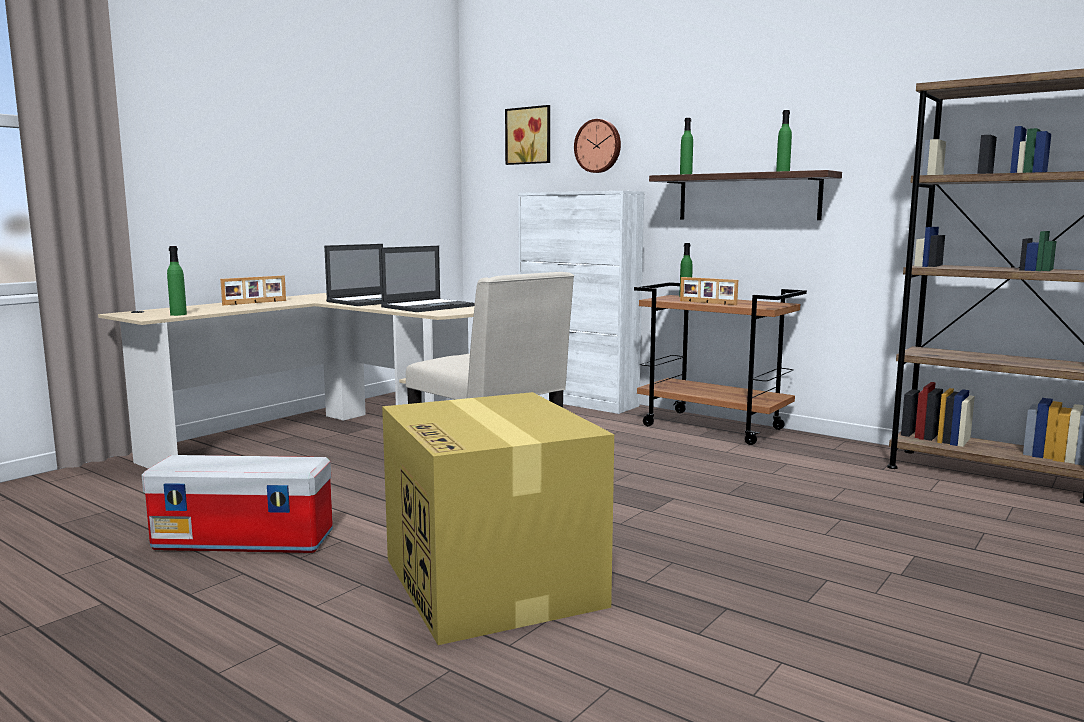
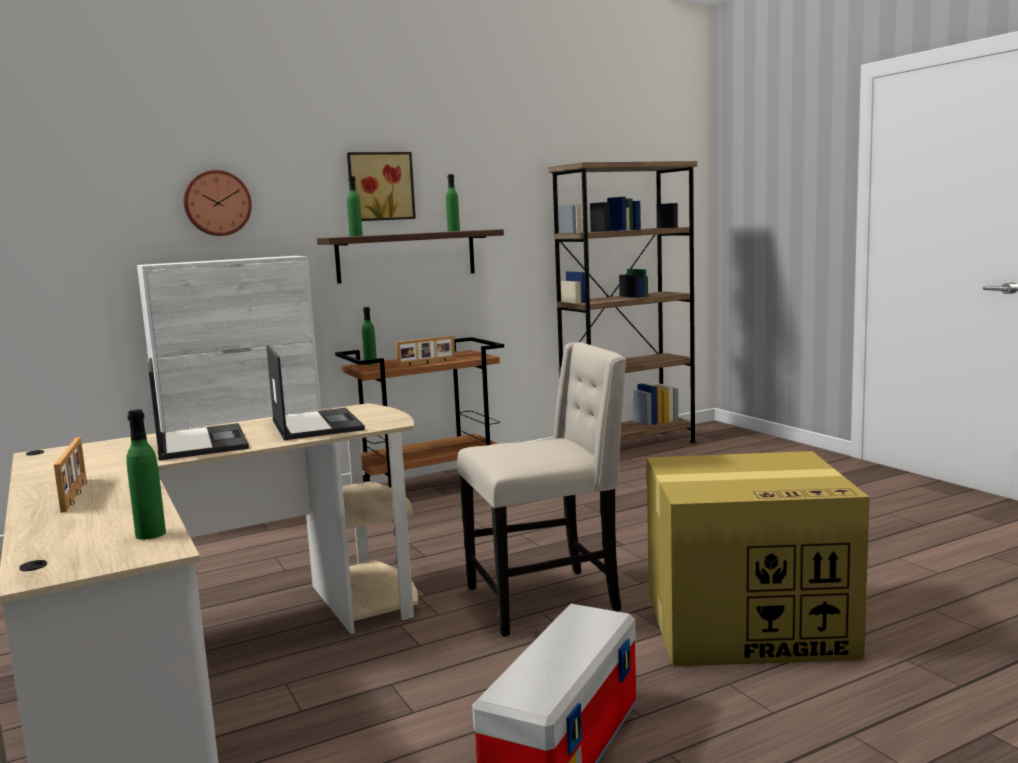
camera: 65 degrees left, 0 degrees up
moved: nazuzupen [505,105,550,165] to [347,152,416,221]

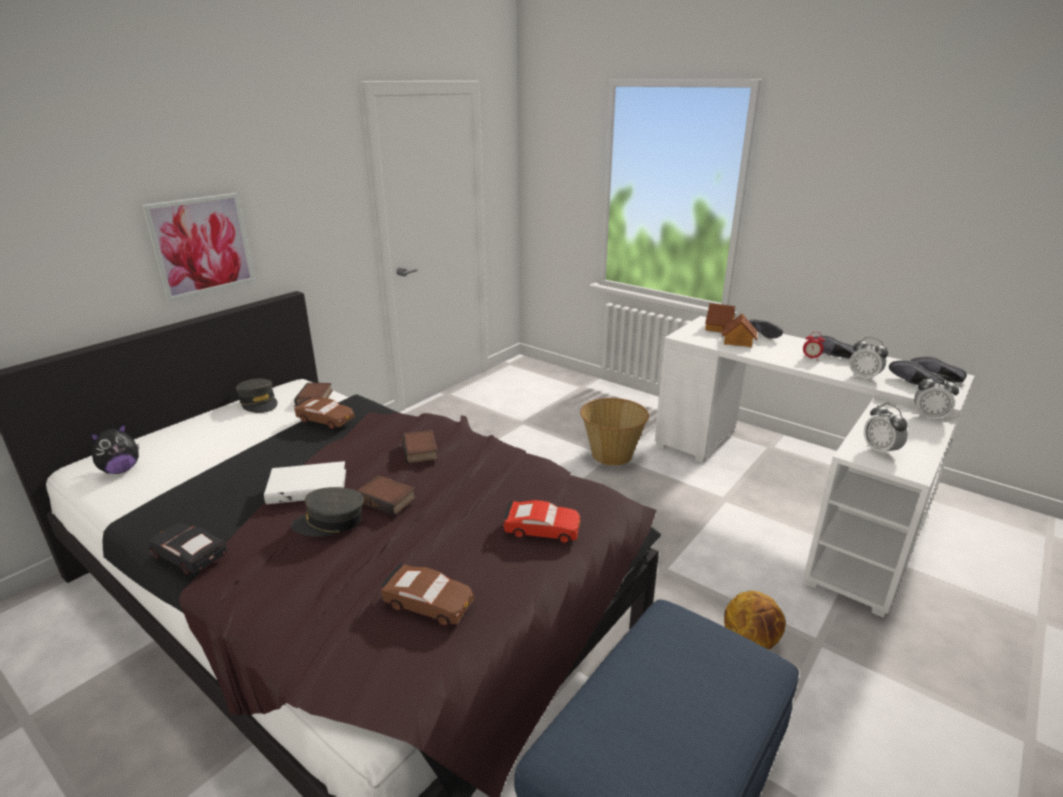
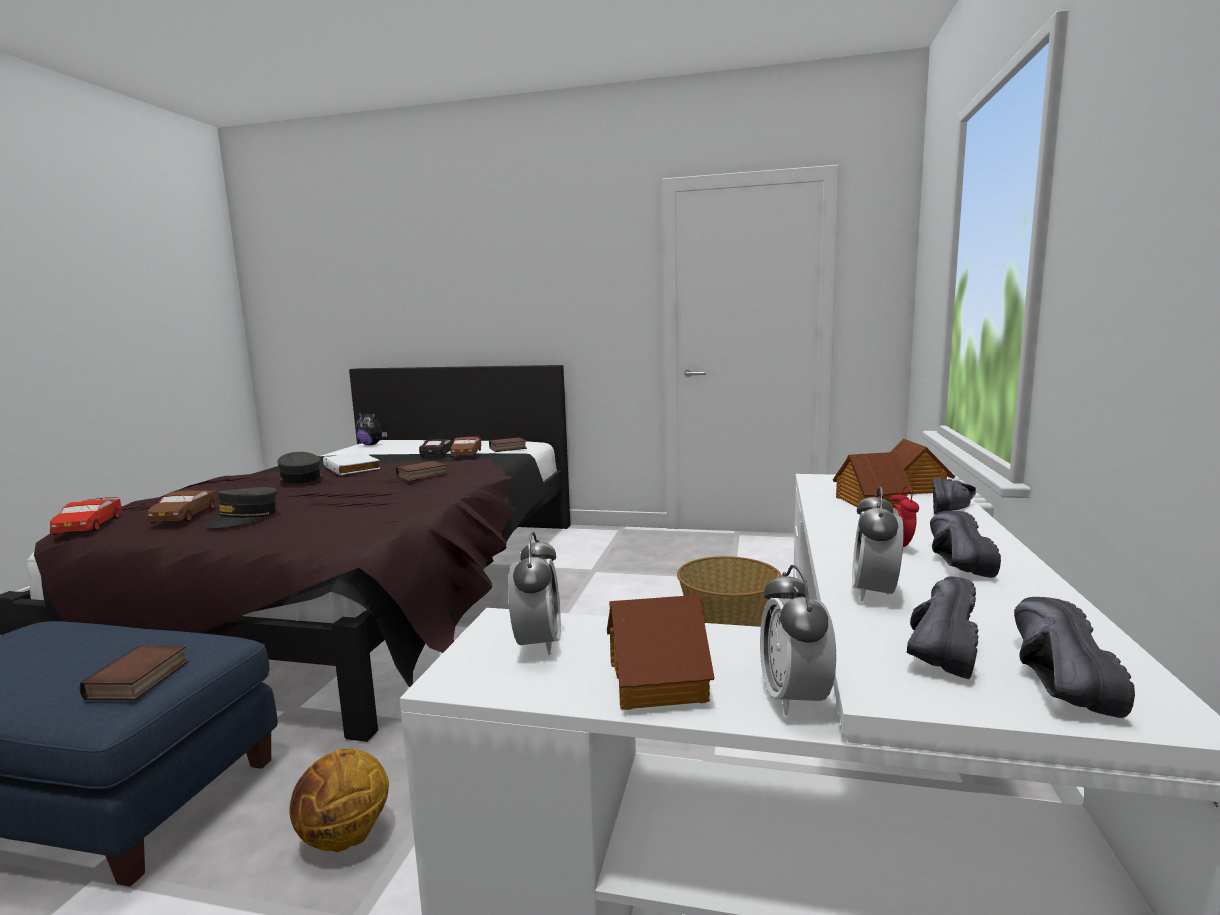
camera: 65 degrees right, 15 degrees down
removed: nazuzupen [142,193,255,301]
added: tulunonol [607,595,715,710]
moved: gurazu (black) [148,523,227,574] to [419,439,454,457]; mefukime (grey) [236,378,277,413] to [205,487,277,528]; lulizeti [356,475,416,516] to [79,645,188,701]; gurazu (red) [503,500,580,543] to [50,497,122,535]
turned: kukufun [864,403,908,457] = [508,532,561,655] 135 degrees clockwise

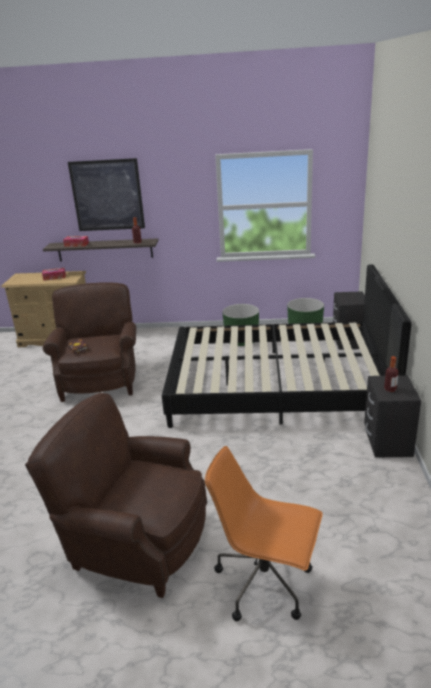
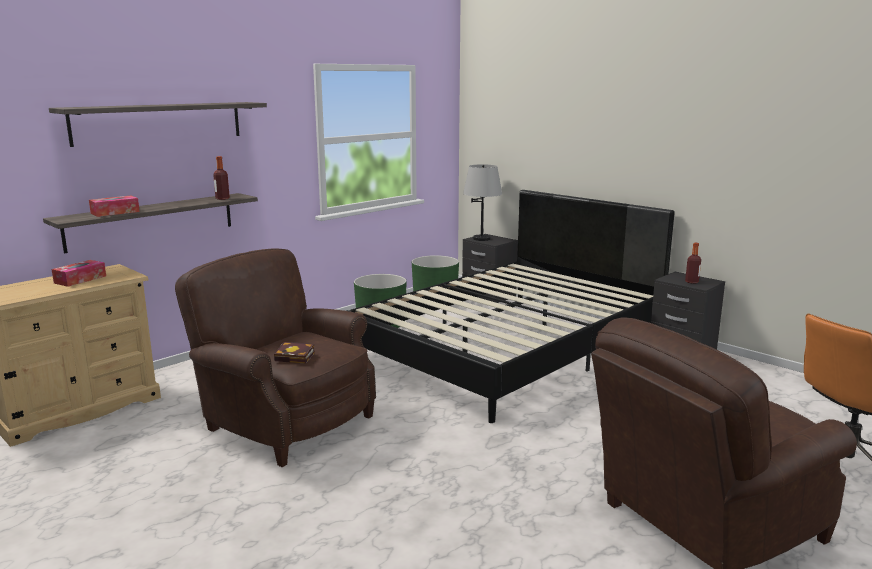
camera: 50 degrees left, 10 degrees down
added: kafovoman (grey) [463,164,502,241]
replaced: nazuzupen [68,158,145,231] to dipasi [49,102,267,147]

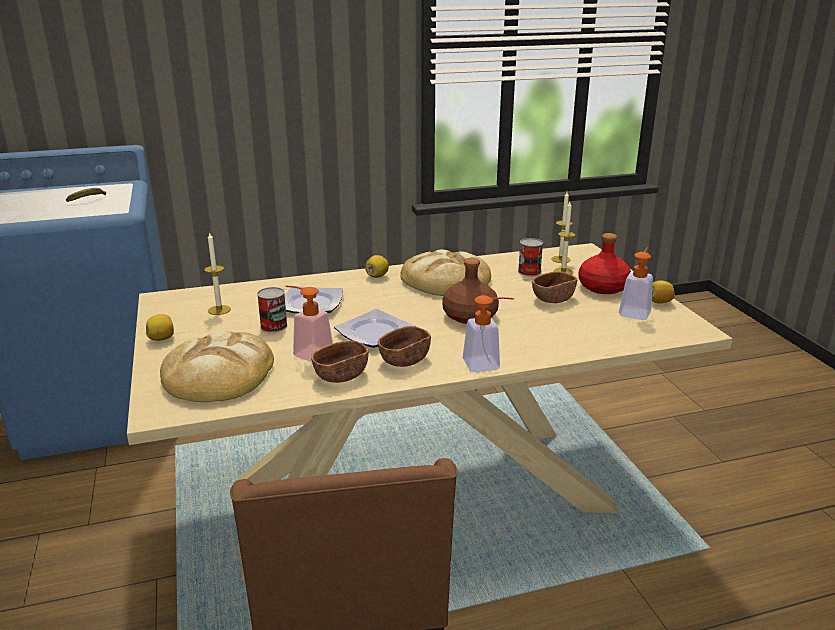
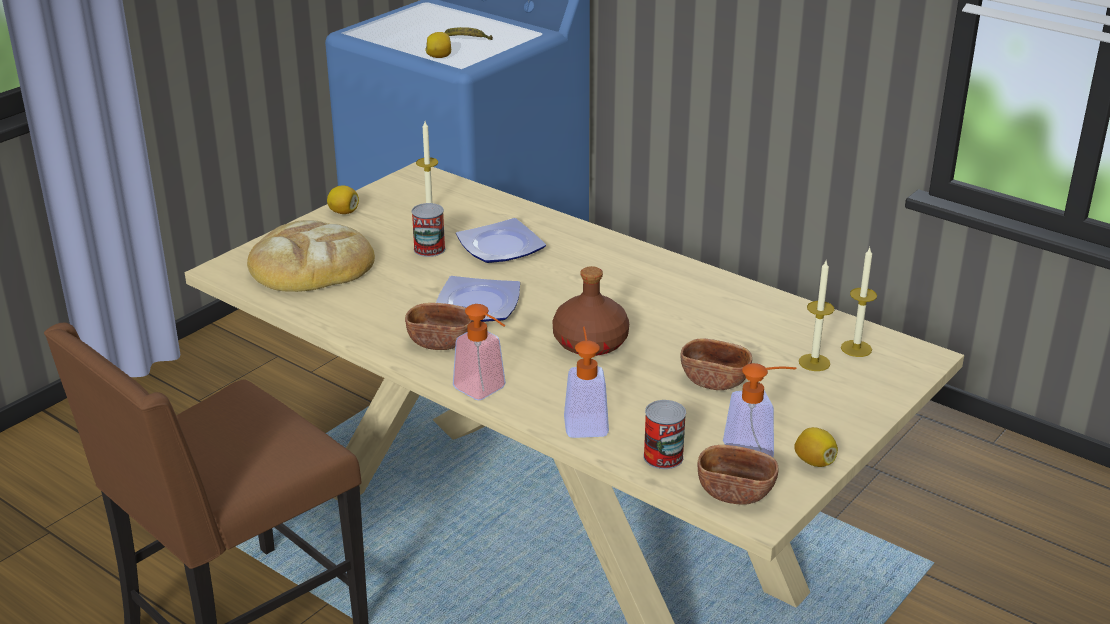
camera: 55 degrees right, 5 degrees up
removed: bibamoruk [400,250,491,296]; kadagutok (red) [578,233,631,294]
moved: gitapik [285,286,333,362] to [564,327,609,438]; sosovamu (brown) [311,340,369,383] to [698,445,778,505]; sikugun [365,255,389,278] to [425,32,451,58]; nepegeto [518,238,543,276] to [643,400,686,469]

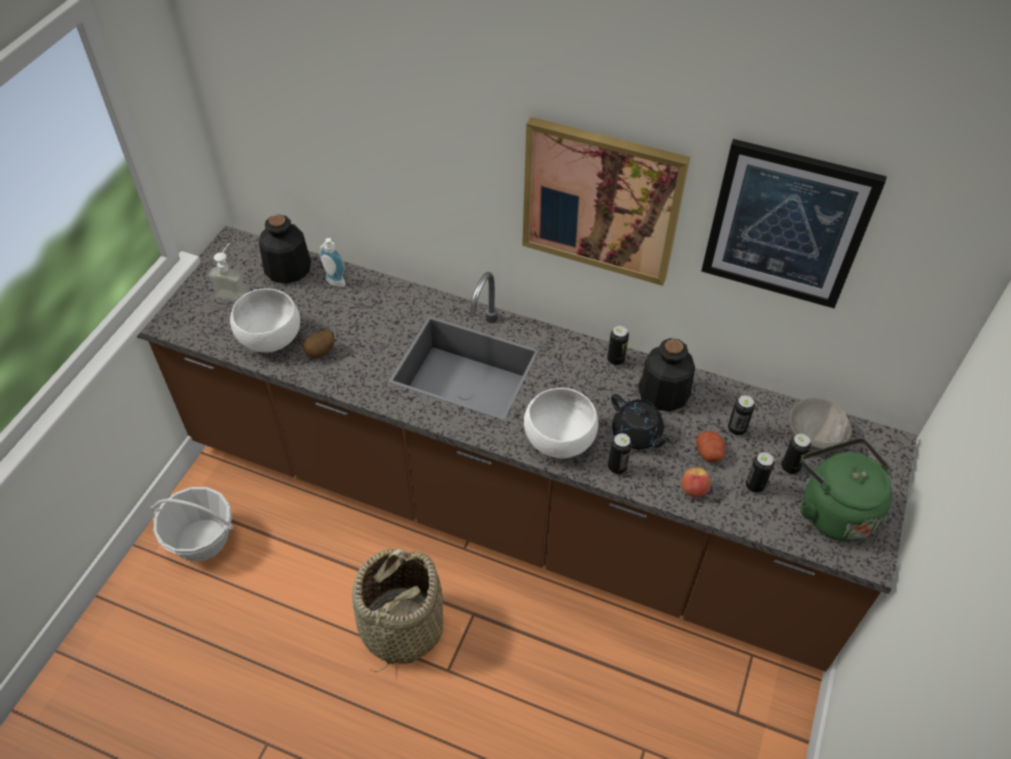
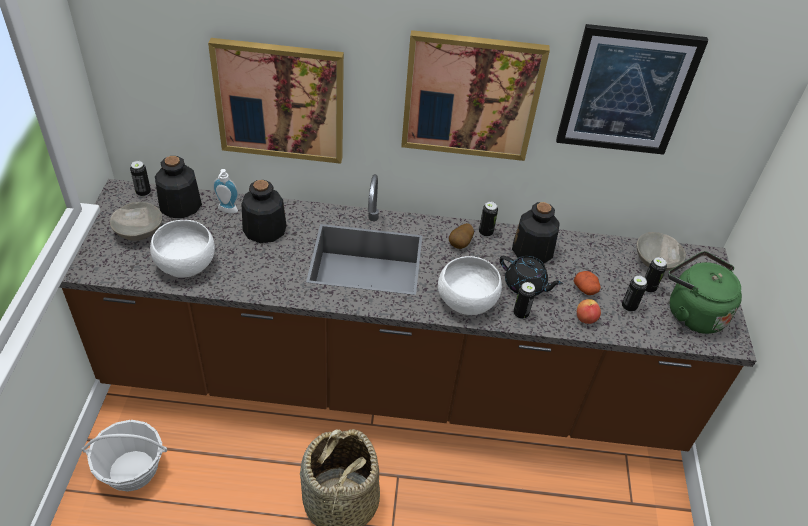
camera: 20 degrees left, 5 degrees down
added: nazuzupen [208,38,344,164]; kadagutok [242,180,287,243]
moved: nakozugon [302,330,334,358] to [449,223,474,249]; nepegeto [728,395,755,436] to [130,161,151,197]
replaced: gitapik [208,243,248,302] to sosovamu (grey) [110,202,162,241]

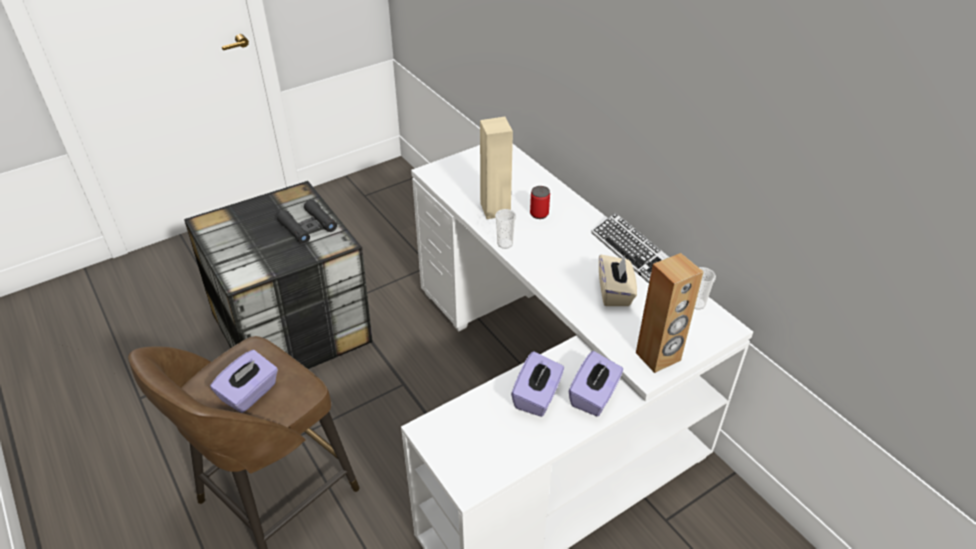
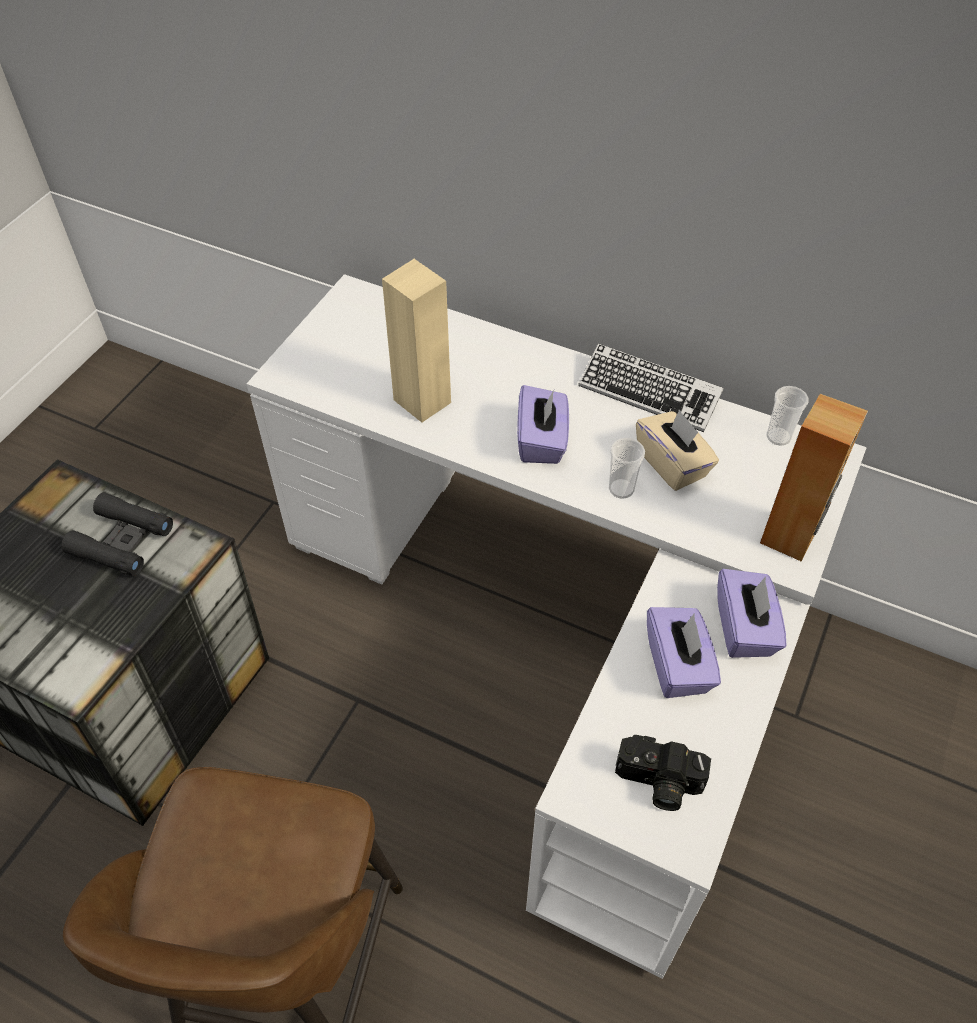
camera: 30 degrees left, 10 degrees up
removed: nepegeto [530,186,550,219]
added: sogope [615,735,711,811]
moved: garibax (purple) [210,350,278,413] to [517,385,569,464]; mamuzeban [495,209,516,249] to [609,438,645,499]

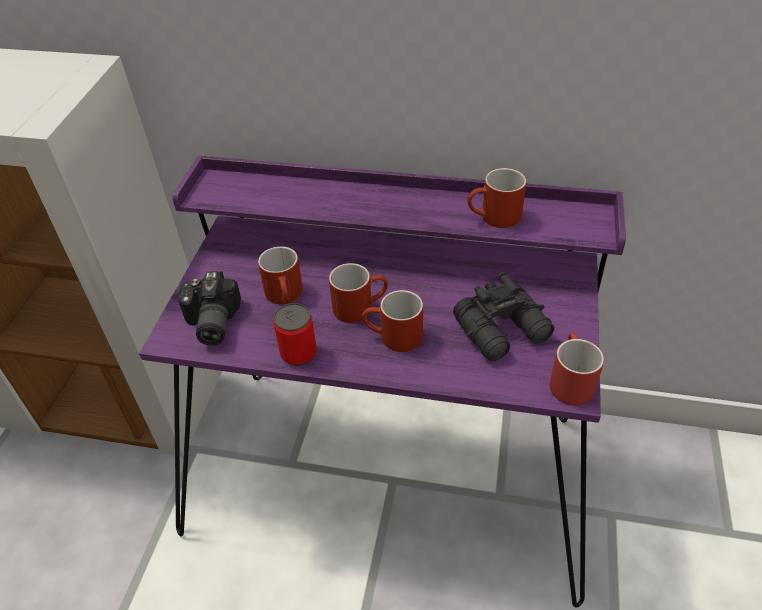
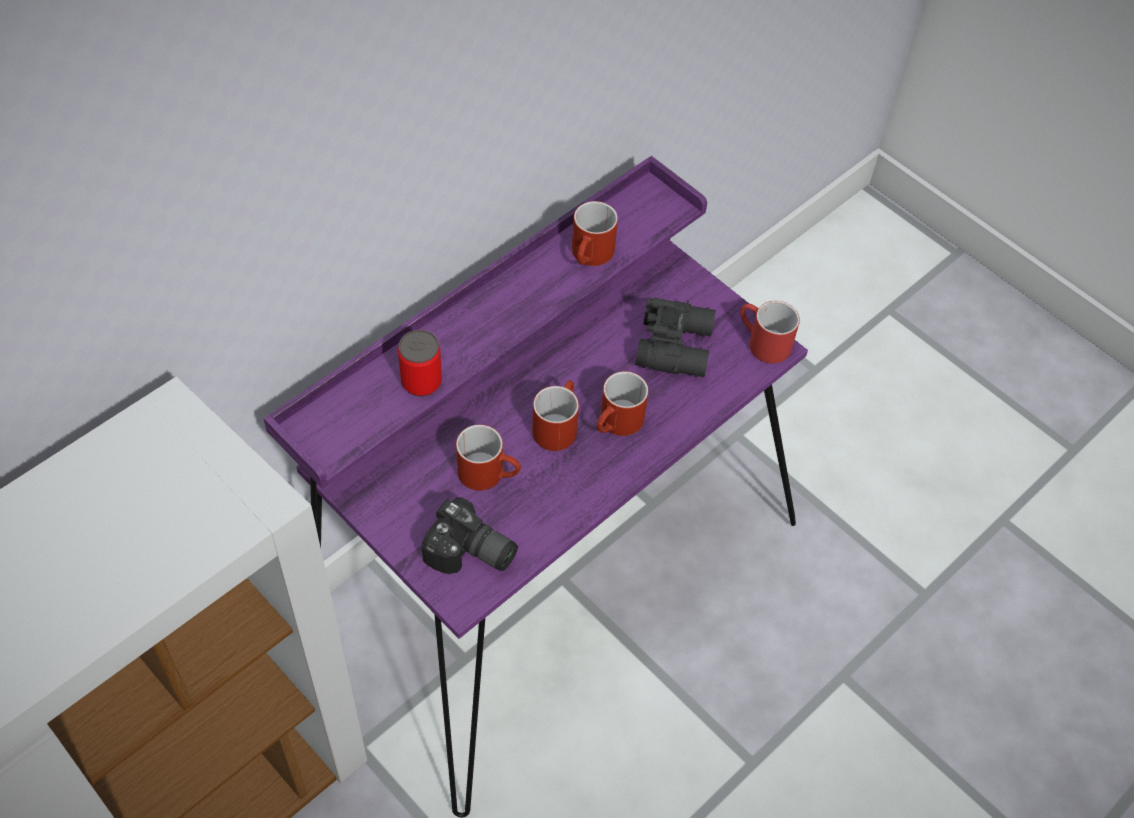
camera: 60 degrees left, 10 degrees up
moved: nepegeto [274,303,317,366] to [398,330,442,397]

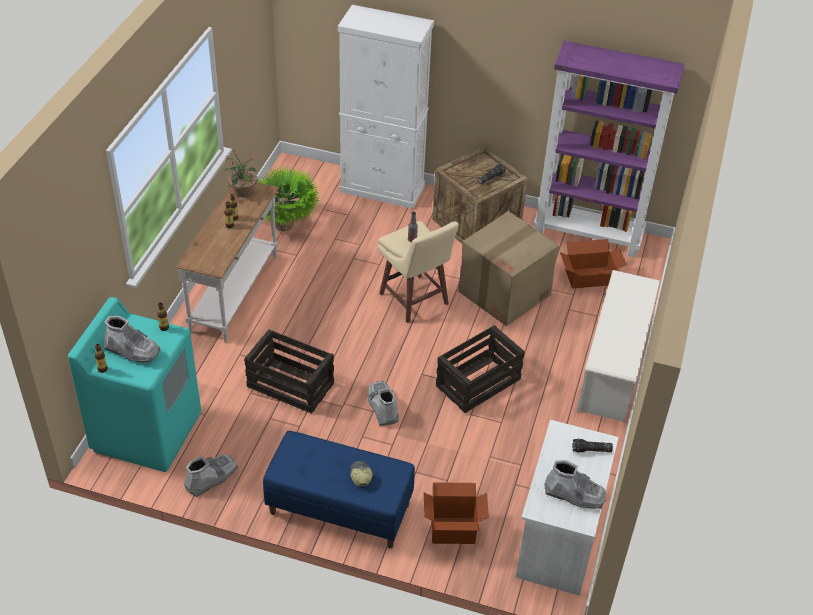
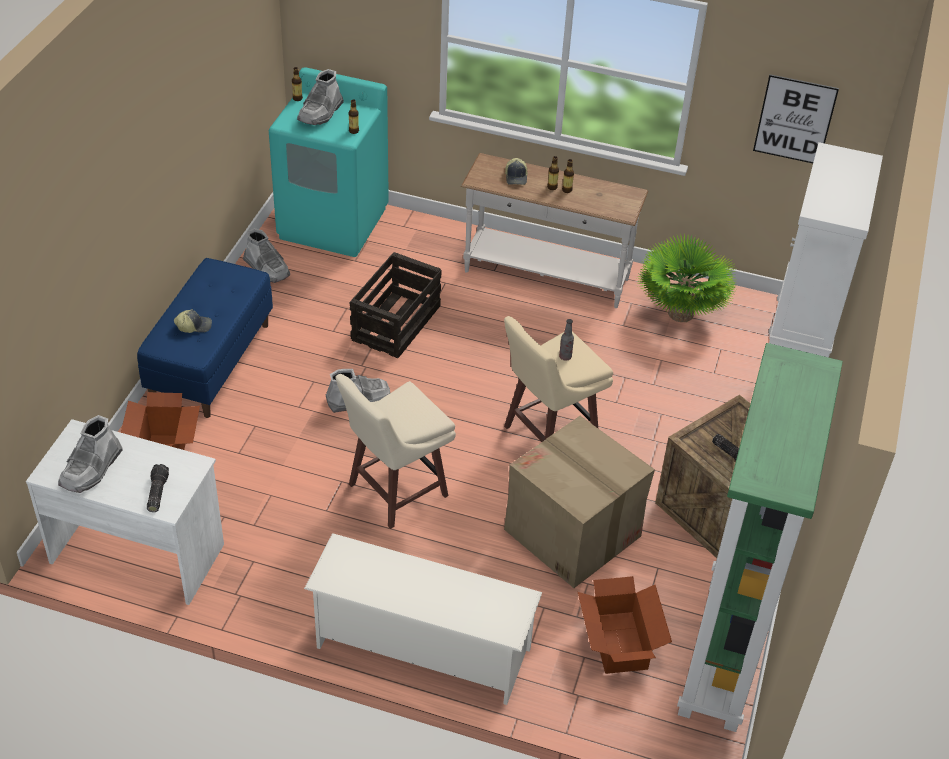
camera: 90 degrees right, 0 degrees up
removed: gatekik [222,149,257,197]
added: mefukime [505,158,528,185]; nazuzupen [753,74,839,163]
replaced: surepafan [436,325,525,413] to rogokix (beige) [335,374,456,529]
recoloured: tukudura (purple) [533,41,685,257] to tukudura (green) [677,343,843,732]

